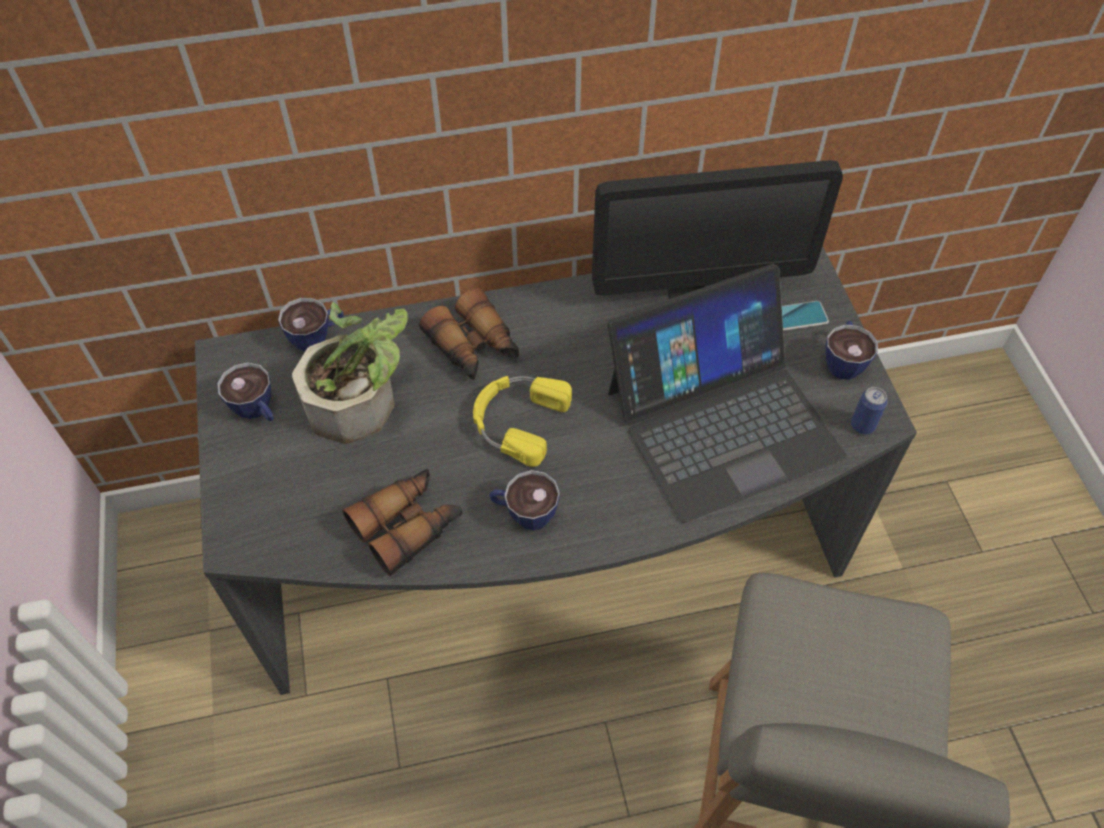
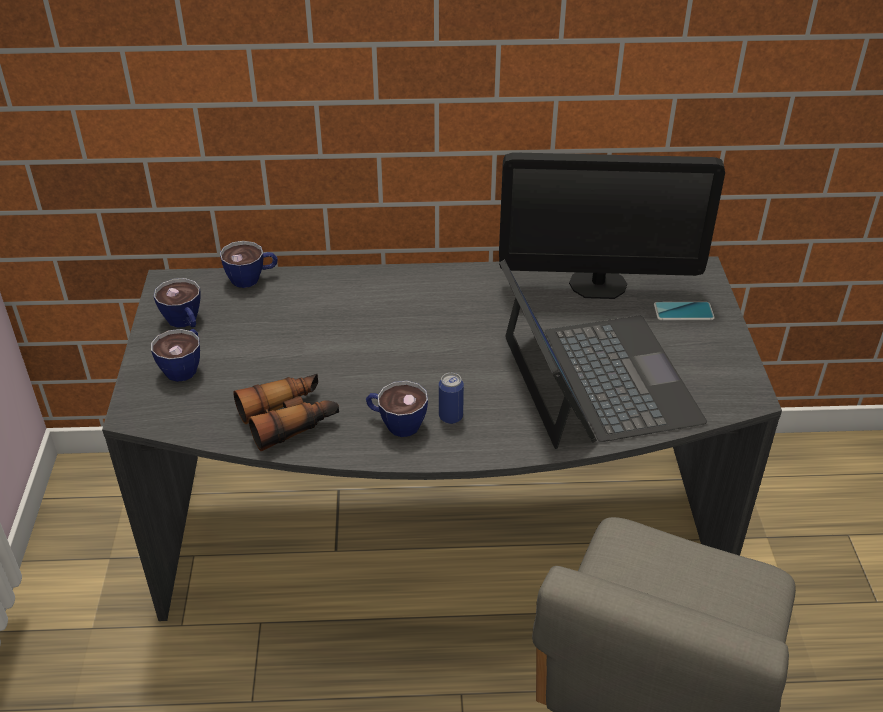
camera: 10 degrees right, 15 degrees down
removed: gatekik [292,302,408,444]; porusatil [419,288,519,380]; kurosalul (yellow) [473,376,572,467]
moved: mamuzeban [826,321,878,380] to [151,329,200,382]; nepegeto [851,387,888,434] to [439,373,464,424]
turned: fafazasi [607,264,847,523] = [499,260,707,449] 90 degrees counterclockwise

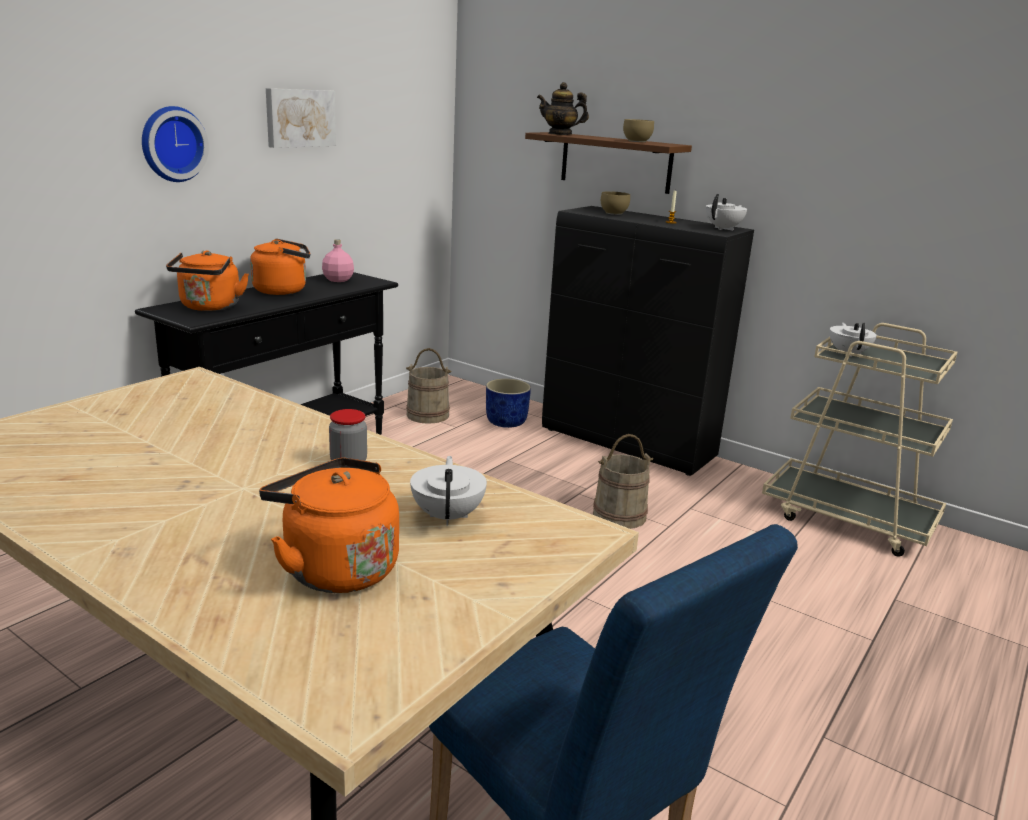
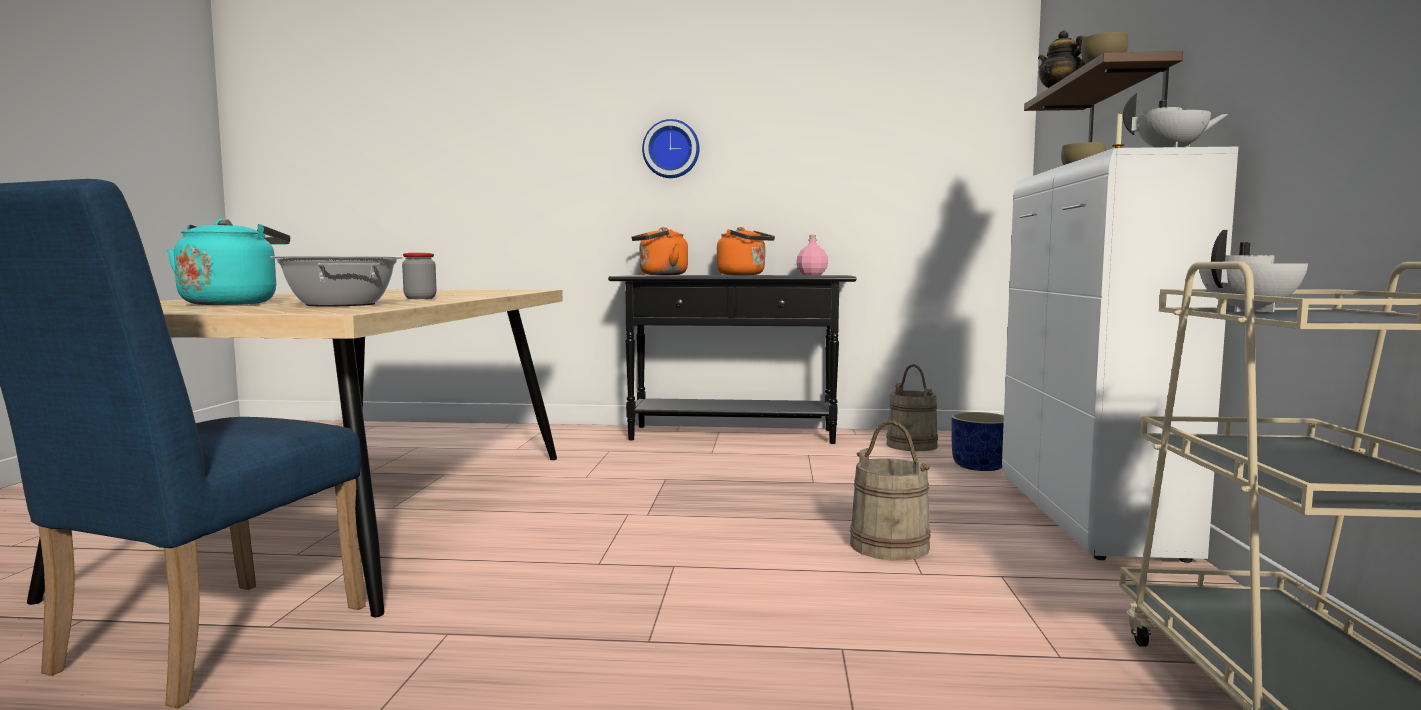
camera: 60 degrees right, 15 degrees down
removed: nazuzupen [266,88,336,148]
replaced: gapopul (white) [410,456,487,526] to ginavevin [270,256,403,306]
recoloured: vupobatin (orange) [259,458,399,593] to vupobatin (turquoise) [167,219,290,305]; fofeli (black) [542,206,754,476] to fofeli (white) [1002,147,1238,563]

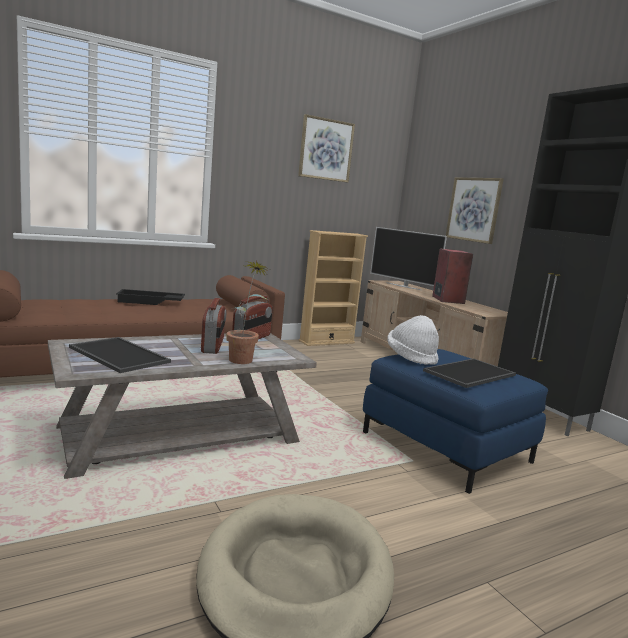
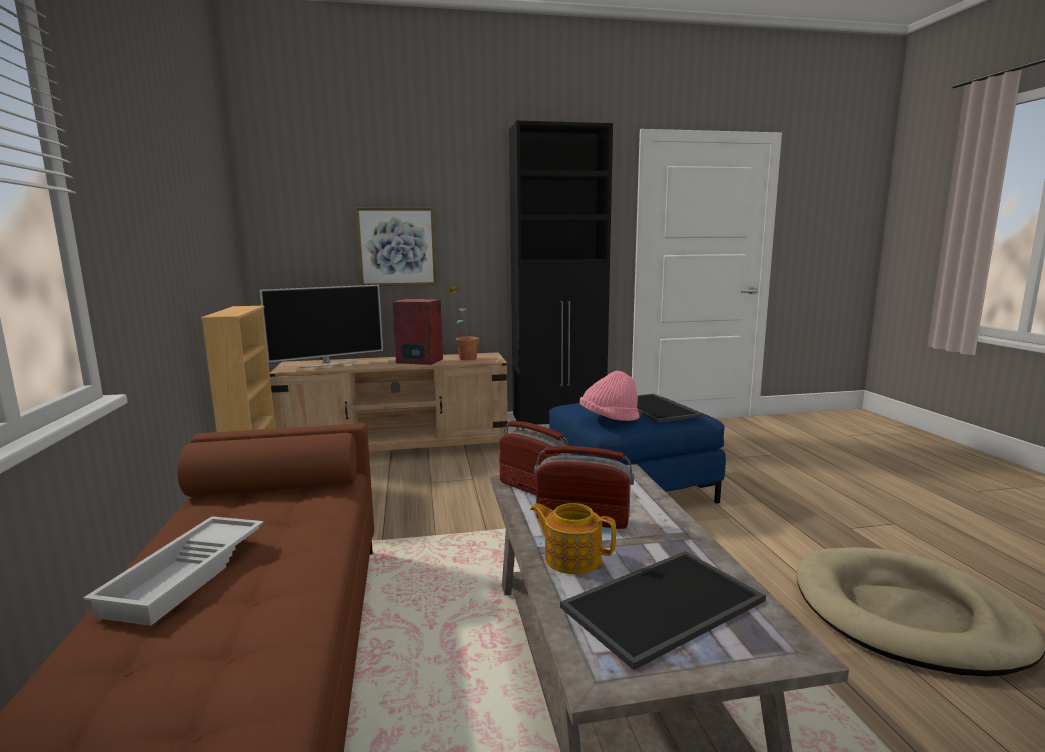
camera: 70 degrees left, 0 degrees up
removed: nazuzupen [298,114,355,183]
added: gapopul [530,503,616,574]
moved: gatekik [226,261,269,364] to [446,284,479,360]
recoloured: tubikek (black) [116,289,185,305] to tubikek (white) [83,516,264,626]; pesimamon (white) [387,315,439,365] to pesimamon (pink) [580,371,640,421]

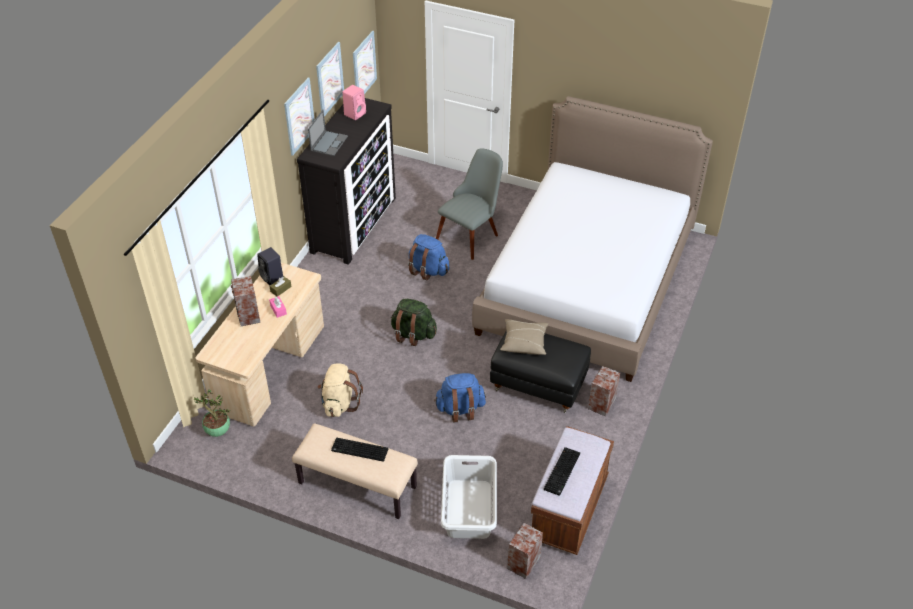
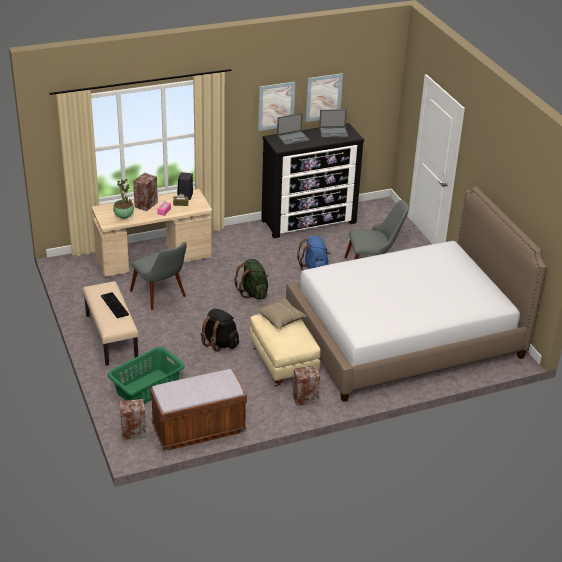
camera: 45 degrees right, 10 degrees down
removed: nazuzupen [353,31,377,94]; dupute [544,447,580,496]
moved: gatekik [194,390,230,437] to [113,179,134,219]
replaced: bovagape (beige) [317,363,363,417] to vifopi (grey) [130,242,186,310]; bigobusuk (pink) [343,85,366,120] to fafazasi [319,109,349,138]
recoloured: bovagape (blue) [434,373,486,423] to bovagape (black) [201,309,239,351]; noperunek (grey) [441,455,497,539] to noperunek (green) [108,347,185,404]; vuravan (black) [490,331,591,413] to vuravan (beige) [250,314,321,387]

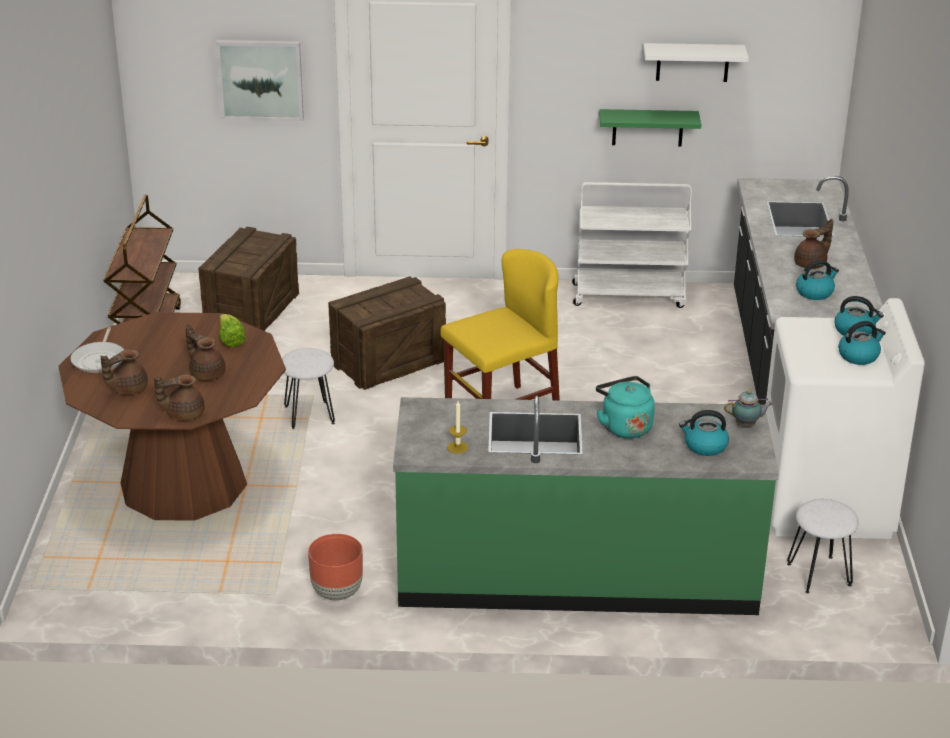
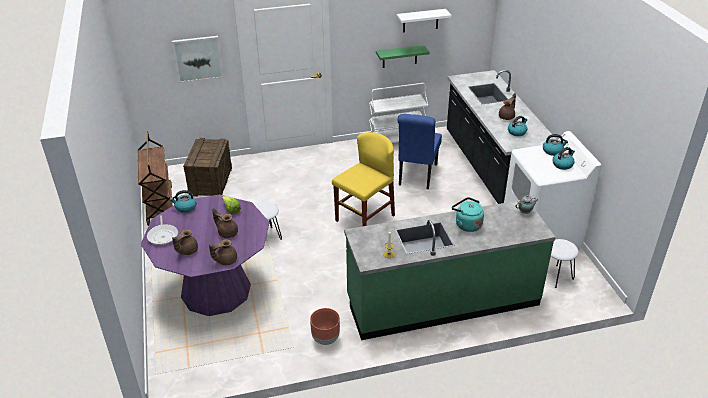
camera: 15 degrees left, 5 degrees up
removed: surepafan [328,276,446,390]
added: vifopi (blue) [398,114,442,189]
moved: vupobatin [679,410,729,456] to [170,190,196,213]
recoloured: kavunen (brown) [59,312,286,521] to kavunen (purple) [141,195,270,316]

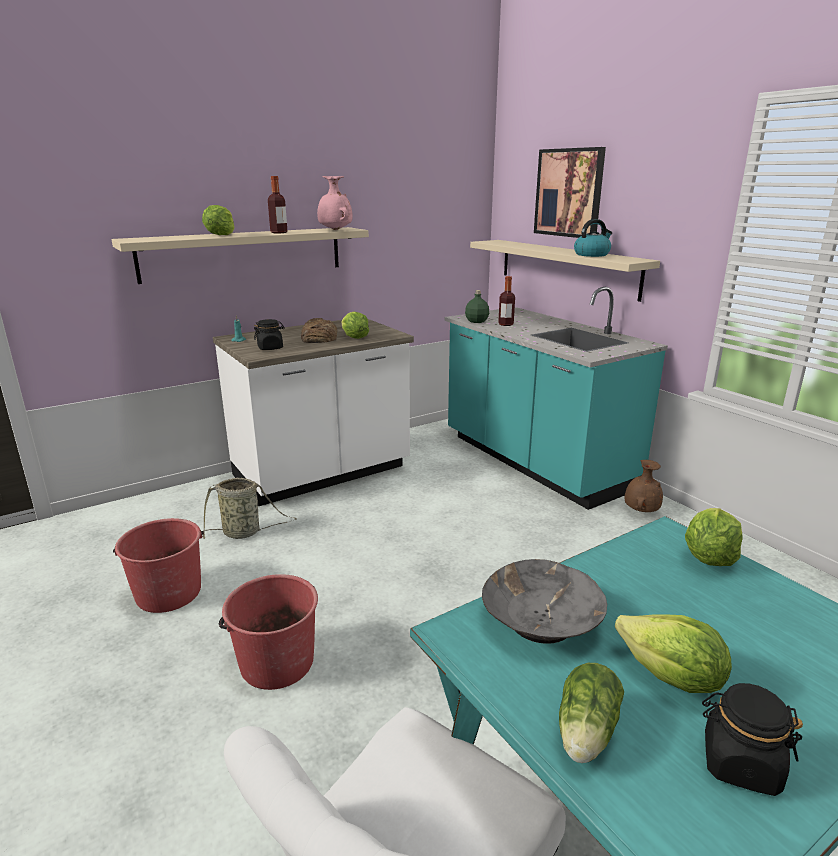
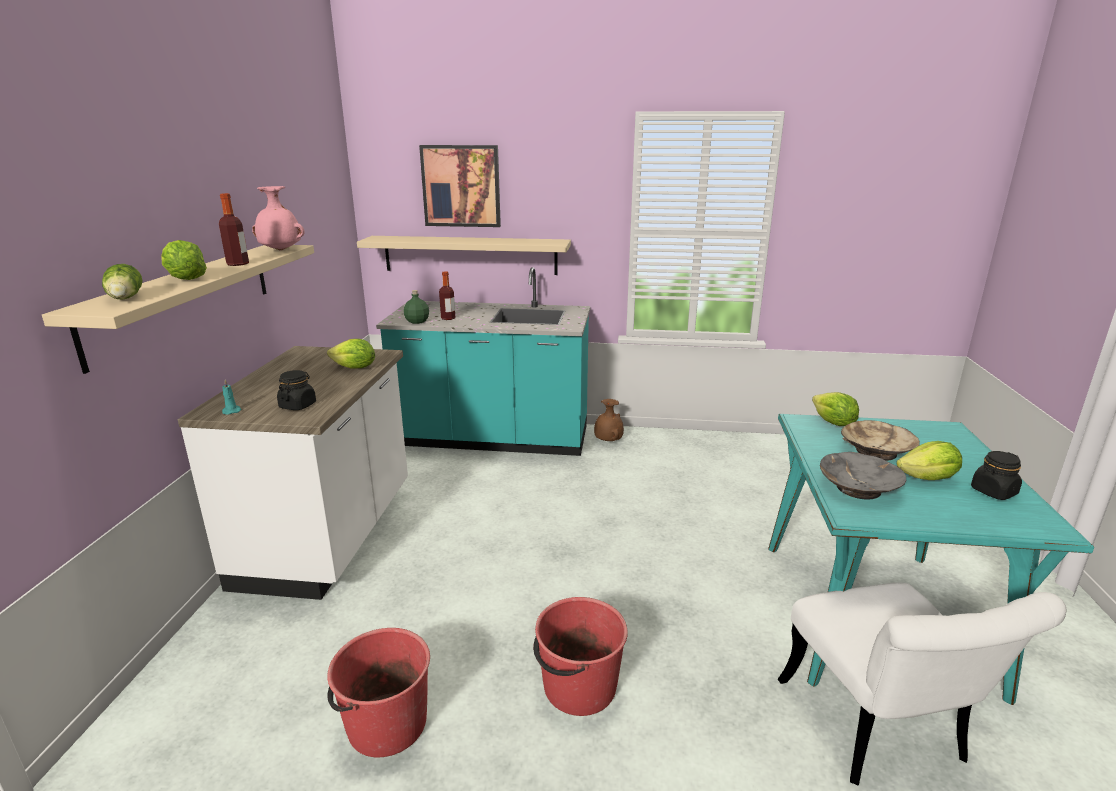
camera: 50 degrees left, 0 degrees up
removed: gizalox [202,478,297,539]; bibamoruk [301,318,338,343]; vupobatin [574,219,612,257]
added: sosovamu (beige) [841,420,920,461]
moved: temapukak [559,663,624,763] to [102,264,143,300]

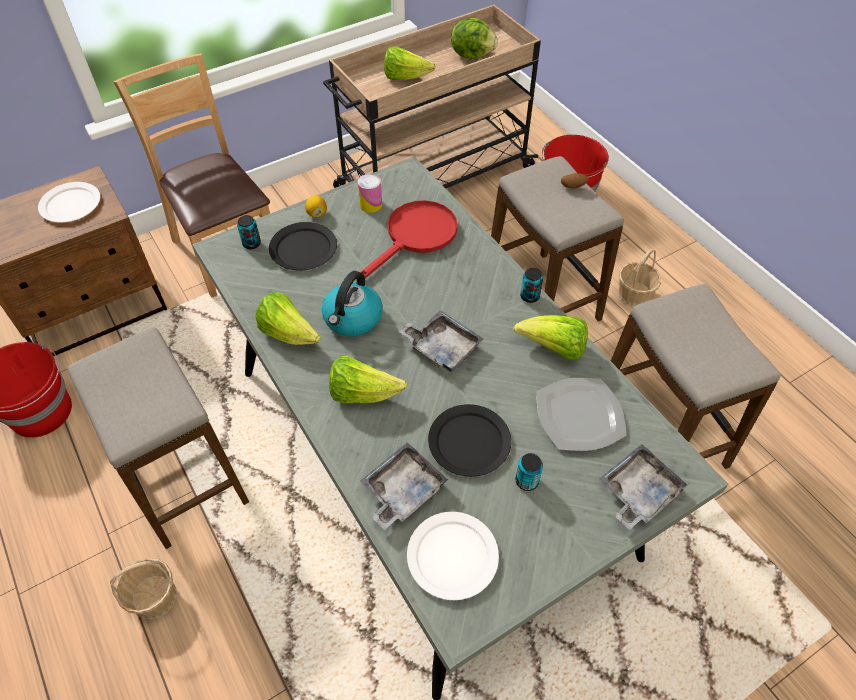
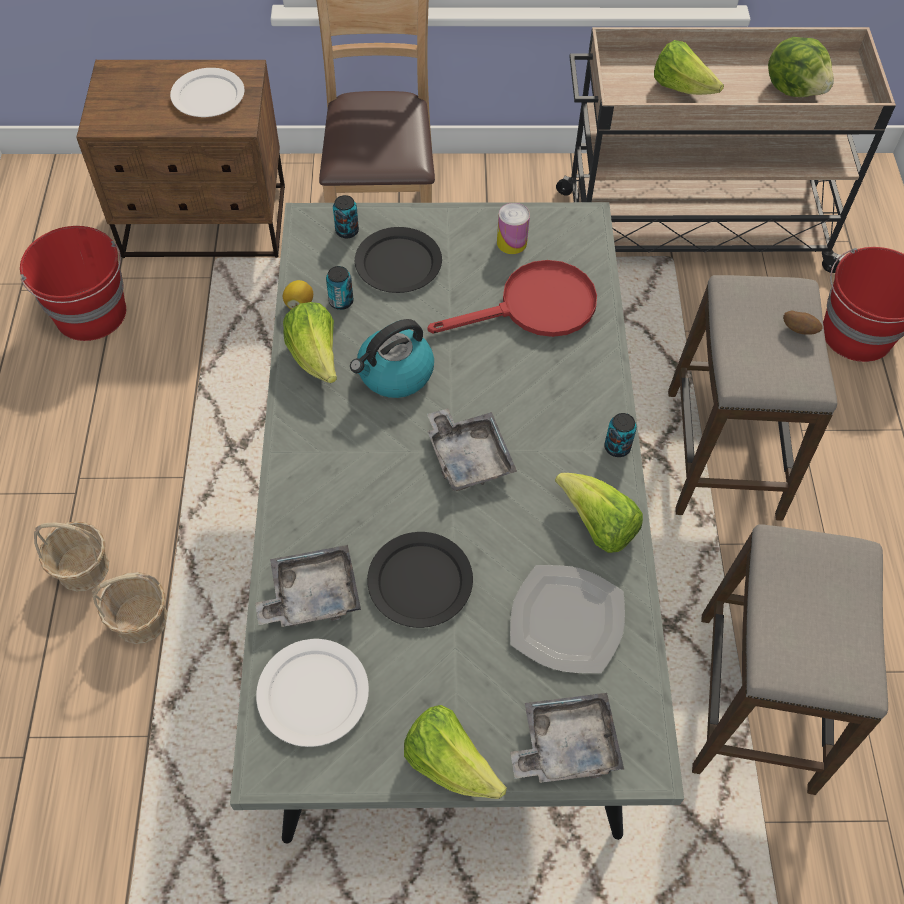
camera: 30 degrees right, 5 degrees up
removed: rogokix [67,327,249,549]
moved: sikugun [305,195,327,218] to [283,280,313,309]; temapukak [329,356,407,403] to [404,705,507,799]; nepegeto [516,453,543,491] to [326,266,353,310]; gizalox [618,249,661,307] to [92,572,168,644]

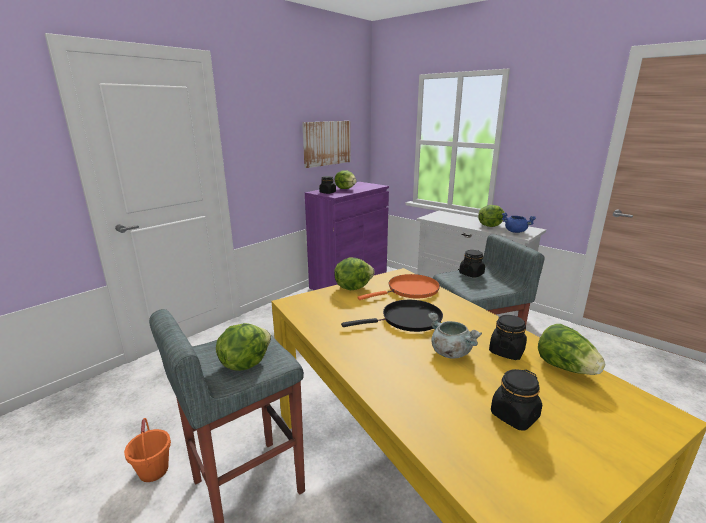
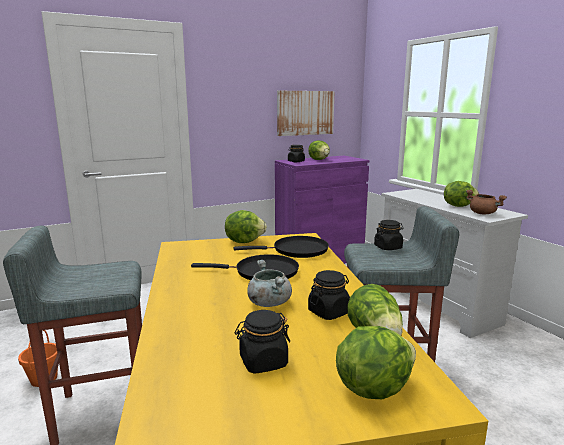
camera: 20 degrees right, 5 degrees down
moved: temapukak [216,323,271,371] to [336,326,416,399]
recoloured: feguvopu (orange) [357,274,440,300] to feguvopu (black) [234,236,329,258]; ginavevin (blue) [502,213,536,233] to ginavevin (brown) [466,190,507,214]

